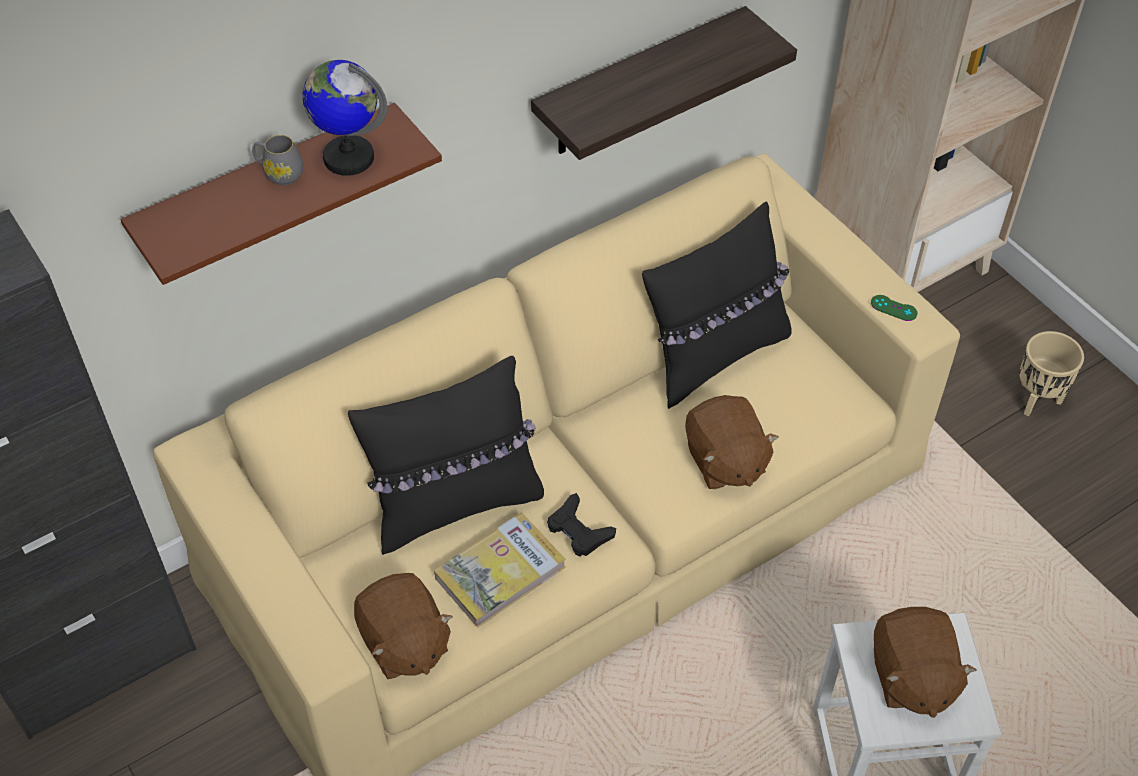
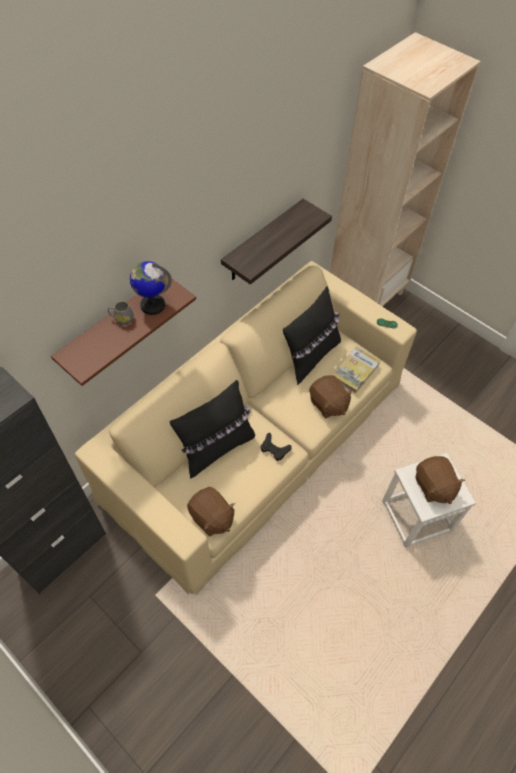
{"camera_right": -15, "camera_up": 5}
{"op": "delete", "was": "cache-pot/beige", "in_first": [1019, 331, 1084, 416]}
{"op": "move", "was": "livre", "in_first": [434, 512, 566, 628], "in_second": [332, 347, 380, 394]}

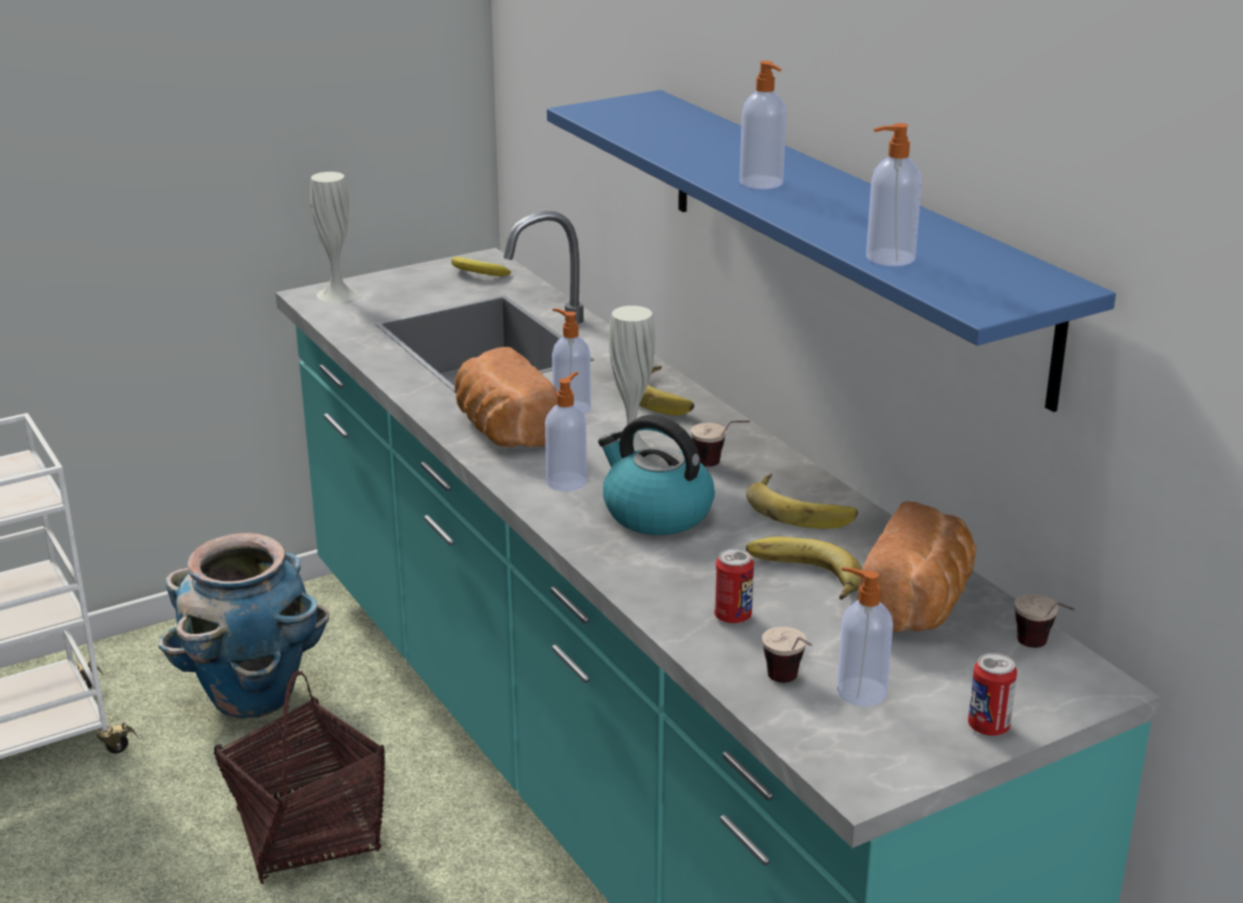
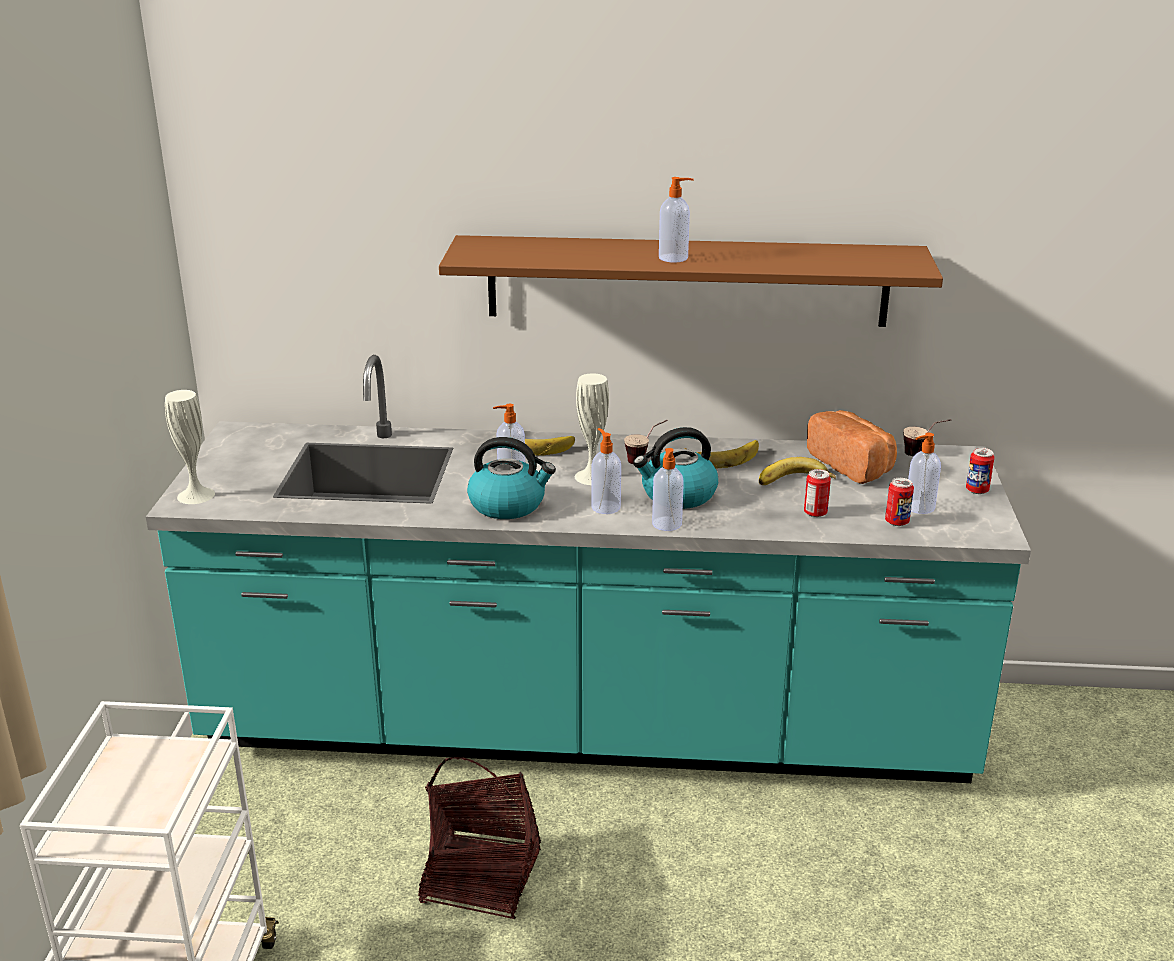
{"camera_right": -55, "camera_up": 0}
{"op": "recolor", "was": "étagère/bleu", "now": "étagère/marron", "in_first": [547, 90, 1116, 412], "in_second": [439, 235, 943, 327]}
{"op": "move", "was": "distributeur de savon", "in_first": [866, 123, 922, 266], "in_second": [652, 448, 684, 531]}
{"op": "delete", "was": "banane", "in_first": [451, 257, 511, 276]}
{"op": "replace", "was": "pain", "now": "bouilloire", "in_first": [455, 347, 557, 447], "in_second": [467, 437, 556, 519]}
{"op": "delete", "was": "cache-pot", "in_first": [158, 533, 329, 718]}
{"op": "replace", "was": "tasse", "now": "boîte métallique", "in_first": [762, 627, 812, 683], "in_second": [885, 478, 914, 526]}

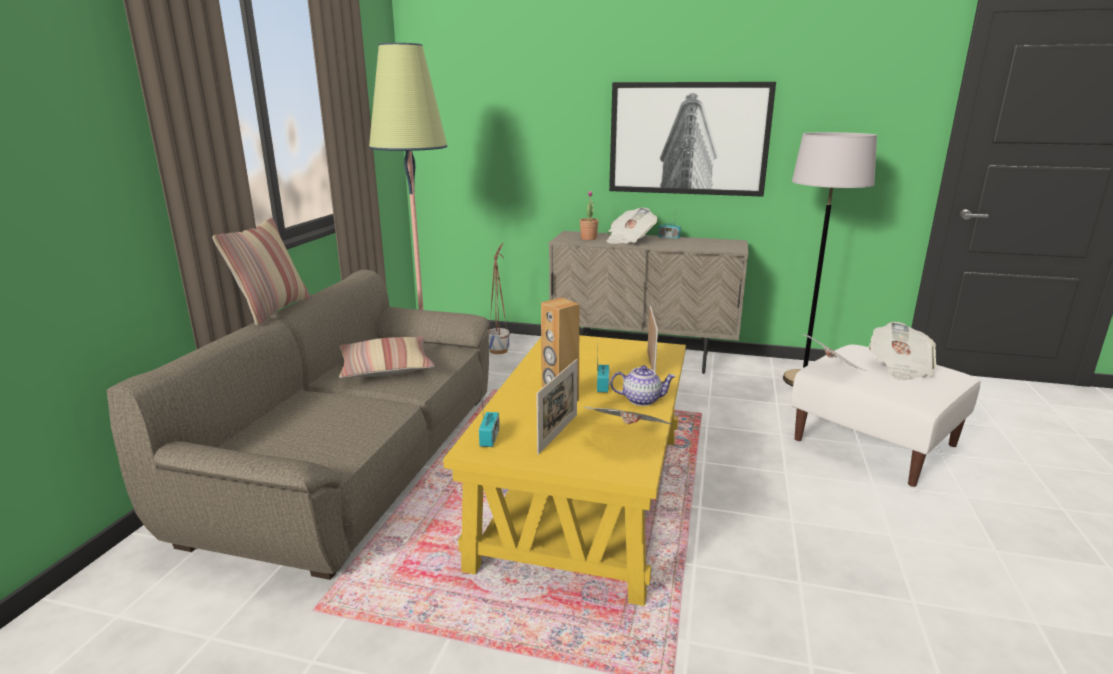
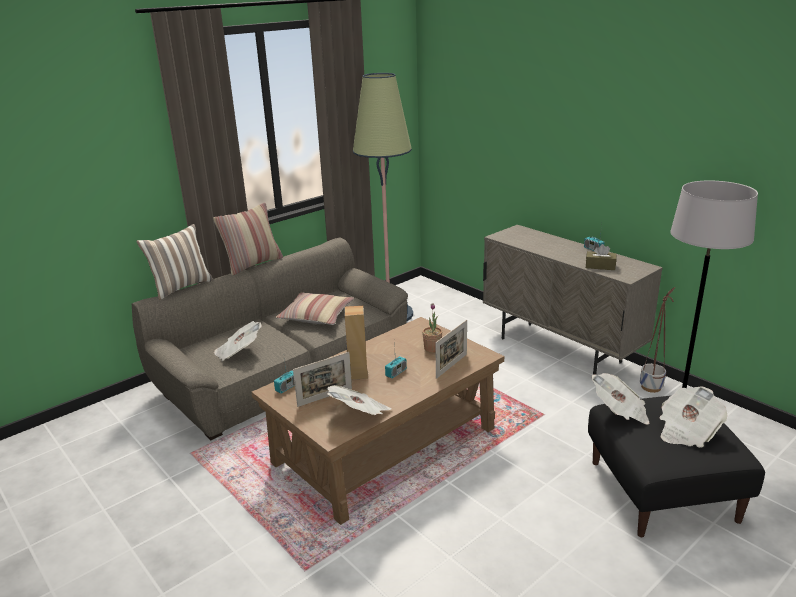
{"camera_right": 35, "camera_up": 5}
{"op": "delete", "was": "tableau", "in_first": [609, 82, 776, 197]}
{"op": "move", "was": "plante en pot", "in_first": [580, 191, 599, 240], "in_second": [422, 303, 442, 353]}
{"op": "move", "was": "journal", "in_first": [607, 208, 657, 244], "in_second": [214, 321, 262, 361]}
{"op": "move", "was": "cache-pot", "in_first": [489, 243, 510, 354], "in_second": [640, 287, 675, 393]}
{"op": "recolor", "was": "table basse/jaune", "now": "table basse/marron", "in_first": [443, 335, 686, 606], "in_second": [251, 317, 504, 525]}
{"op": "recolor", "was": "pouf/blanc", "now": "pouf/noir", "in_first": [791, 344, 981, 487], "in_second": [588, 396, 765, 537]}
{"op": "delete", "was": "théière", "in_first": [610, 365, 676, 406]}
{"op": "insert", "now": "coussin", "in_second": [136, 224, 213, 300]}
{"op": "insert", "now": "boîte à mouchoirs/marron", "in_second": [586, 244, 616, 270]}

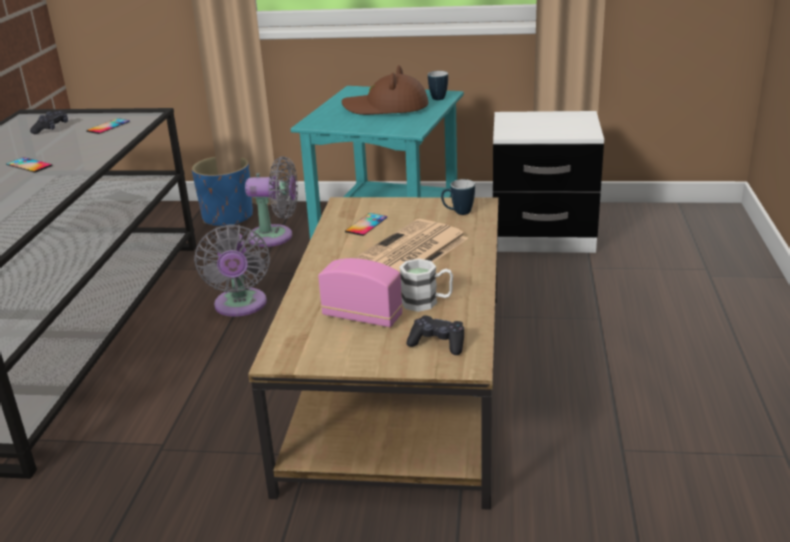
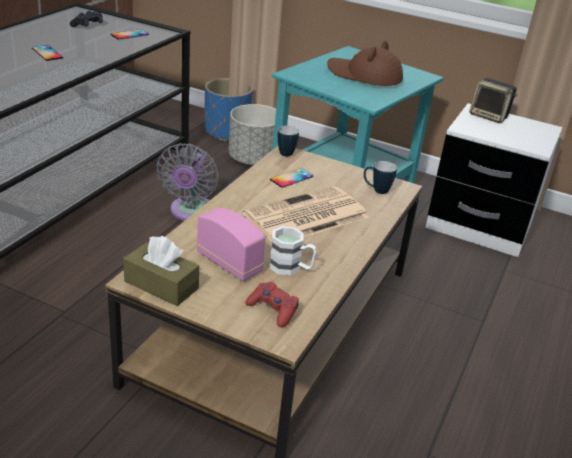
{"camera_right": 15, "camera_up": 5}
{"op": "move", "was": "mug", "in_first": [428, 71, 448, 100], "in_second": [278, 125, 299, 156]}
{"op": "replace", "was": "ventilateur/gris", "now": "cache-pot/gris", "in_first": [245, 156, 298, 247], "in_second": [229, 104, 276, 165]}
{"op": "recolor", "was": "manette/noir", "now": "manette/rouge", "in_first": [406, 316, 464, 355], "in_second": [245, 281, 299, 327]}
{"op": "insert", "now": "enceinte", "in_second": [470, 78, 517, 123]}
{"op": "insert", "now": "boîte à mouchoirs/marron", "in_second": [123, 236, 199, 306]}

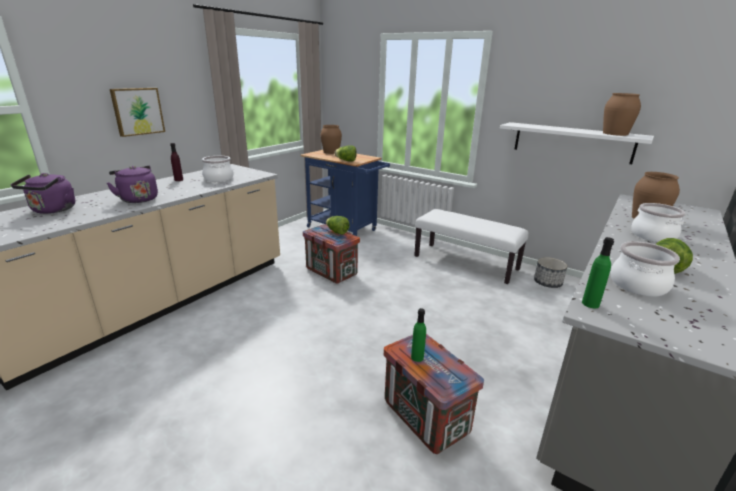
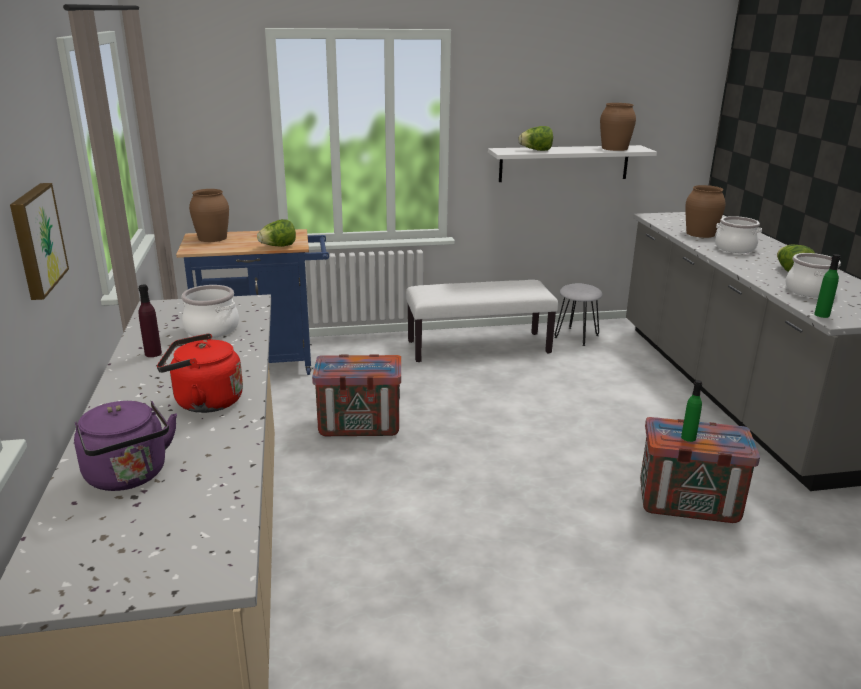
{"camera_right": -45, "camera_up": 0}
{"op": "recolor", "was": "bouilloire/violet", "now": "bouilloire/rouge", "in_first": [107, 166, 158, 203], "in_second": [157, 333, 243, 413]}
{"op": "move", "was": "laitue", "in_first": [326, 216, 350, 235], "in_second": [519, 126, 553, 151]}
{"op": "replace", "was": "cache-pot", "now": "tabouret/blanc", "in_first": [534, 257, 567, 288], "in_second": [554, 284, 603, 346]}

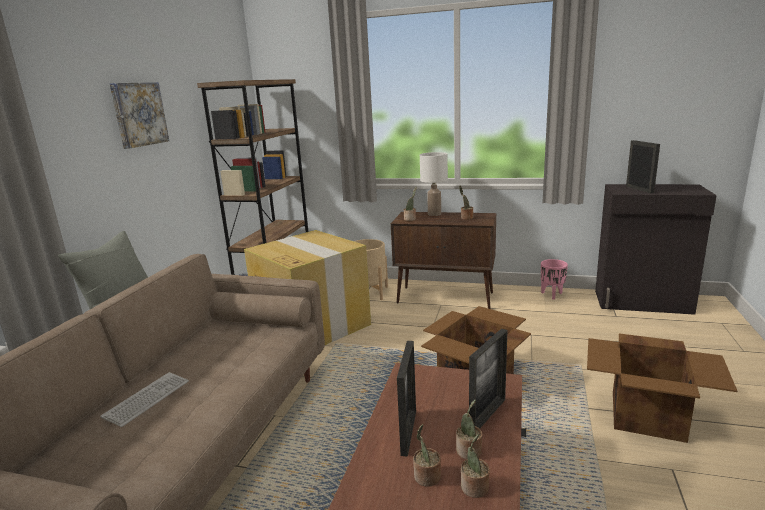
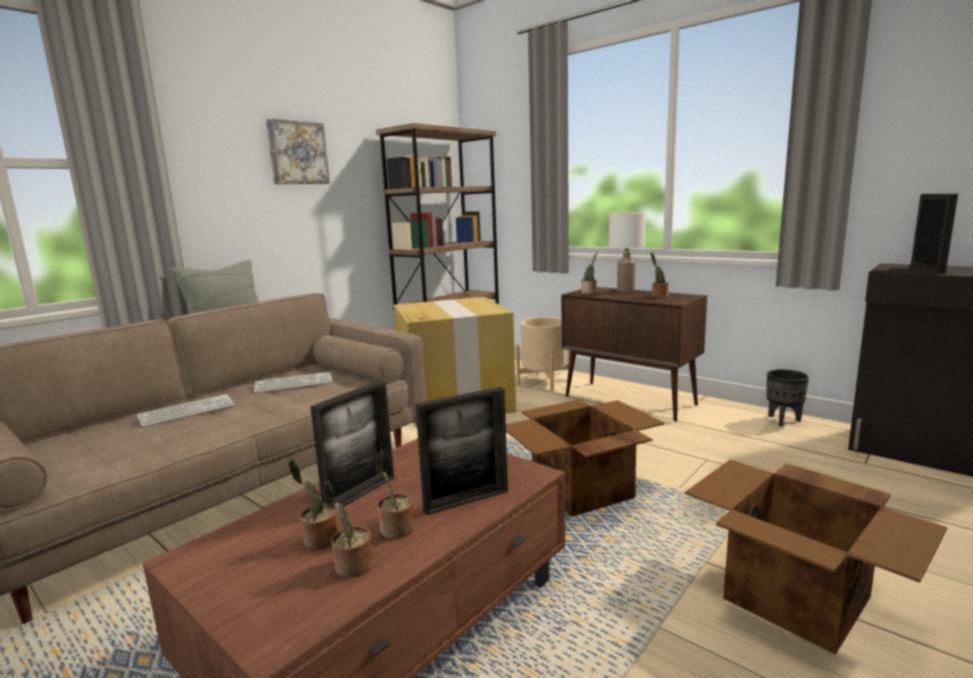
{"camera_right": 25, "camera_up": -5}
{"op": "recolor", "was": "cache-pot/rose", "now": "cache-pot/noir", "in_first": [541, 259, 568, 300], "in_second": [766, 369, 809, 427]}
{"op": "insert", "now": "clavier", "in_second": [254, 372, 333, 393]}

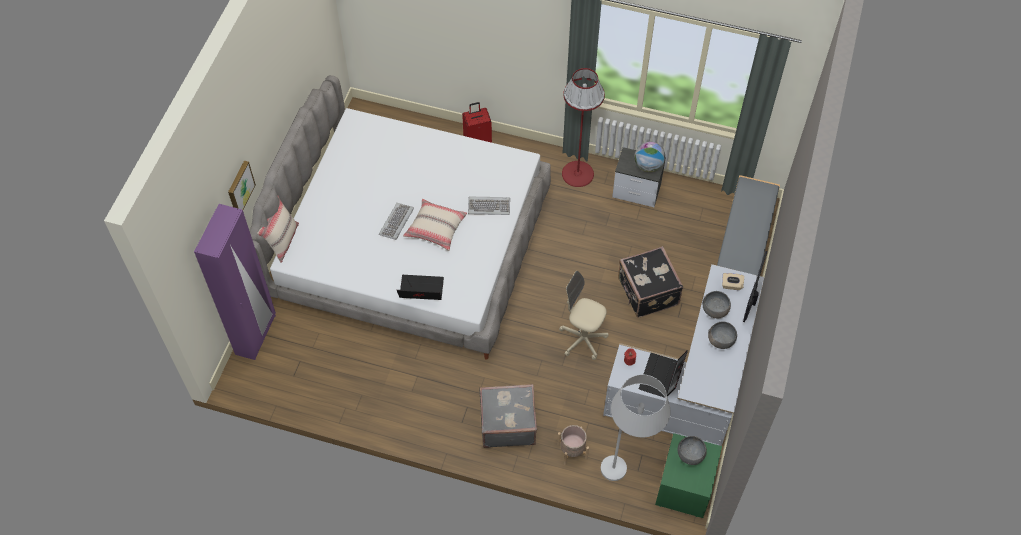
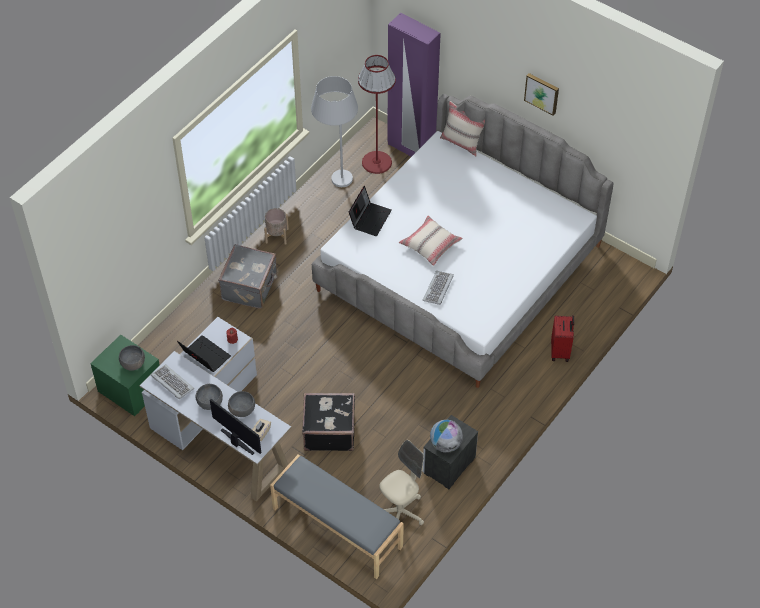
{"camera_right": 110, "camera_up": -5}
{"op": "move", "was": "lampadaire/rouge", "in_first": [562, 68, 605, 187], "in_second": [358, 55, 396, 174]}
{"op": "move", "was": "tableau", "in_first": [228, 161, 256, 210], "in_second": [524, 73, 559, 116]}
{"op": "move", "was": "clavier", "in_first": [379, 203, 414, 240], "in_second": [151, 364, 194, 399]}
{"op": "move", "was": "chaise de bureau/beige", "in_first": [559, 271, 609, 360], "in_second": [379, 440, 424, 525]}
{"op": "move", "was": "lampadaire/blanc", "in_first": [601, 374, 671, 481], "in_second": [311, 76, 358, 187]}
{"op": "move", "was": "cache-pot/beige", "in_first": [557, 425, 589, 465], "in_second": [264, 208, 289, 245]}

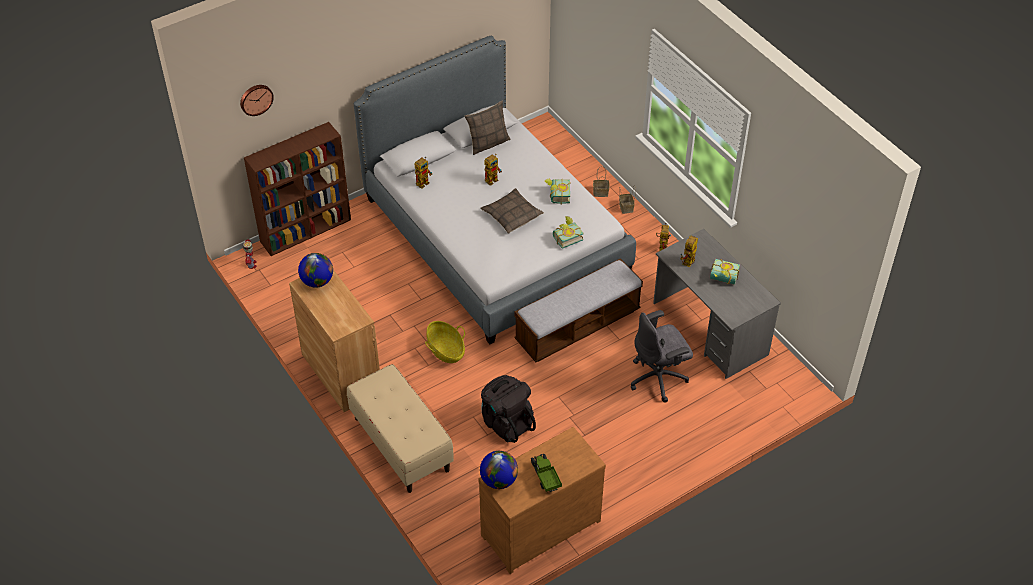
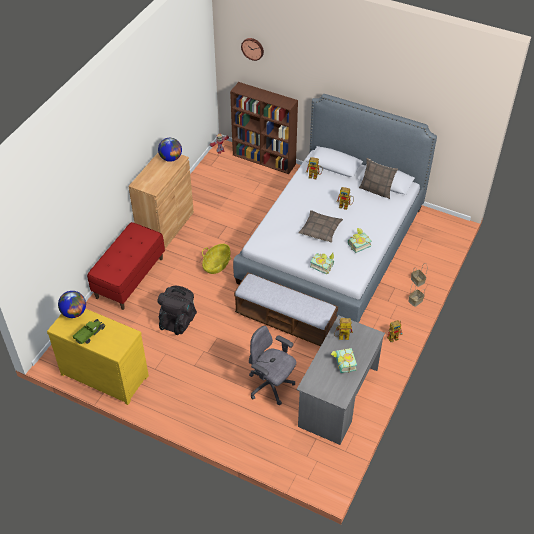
{"camera_right": 60, "camera_up": 0}
{"op": "recolor", "was": "banc/beige", "now": "banc/rouge", "in_first": [347, 364, 454, 493], "in_second": [87, 222, 165, 310]}
{"op": "recolor", "was": "commode/marron", "now": "commode/jaune", "in_first": [478, 427, 606, 574], "in_second": [47, 309, 149, 405]}

